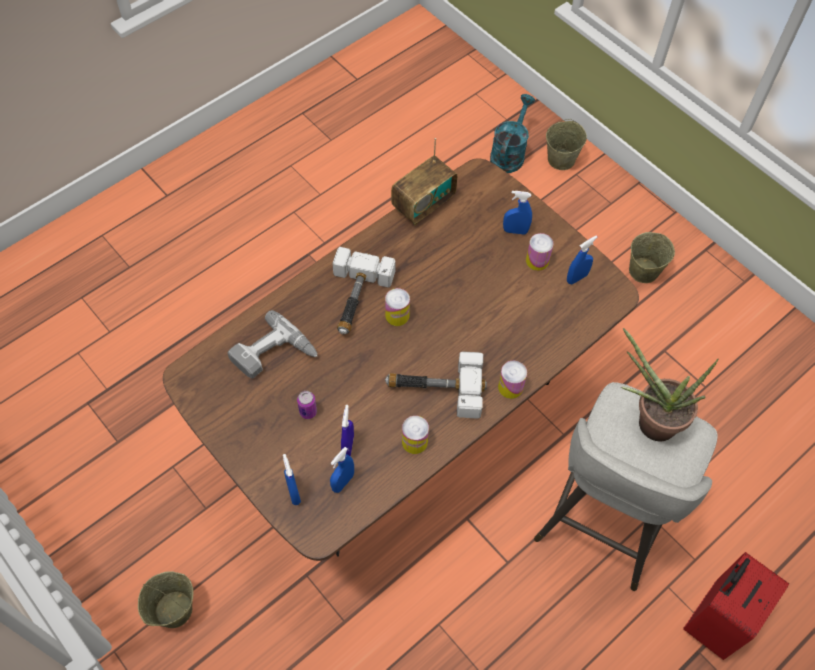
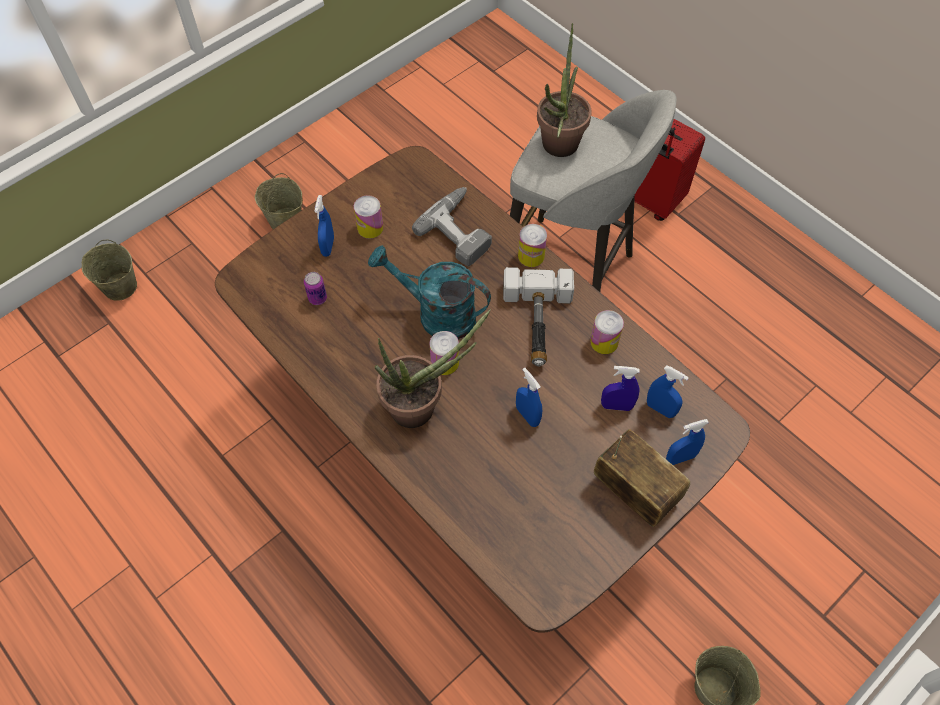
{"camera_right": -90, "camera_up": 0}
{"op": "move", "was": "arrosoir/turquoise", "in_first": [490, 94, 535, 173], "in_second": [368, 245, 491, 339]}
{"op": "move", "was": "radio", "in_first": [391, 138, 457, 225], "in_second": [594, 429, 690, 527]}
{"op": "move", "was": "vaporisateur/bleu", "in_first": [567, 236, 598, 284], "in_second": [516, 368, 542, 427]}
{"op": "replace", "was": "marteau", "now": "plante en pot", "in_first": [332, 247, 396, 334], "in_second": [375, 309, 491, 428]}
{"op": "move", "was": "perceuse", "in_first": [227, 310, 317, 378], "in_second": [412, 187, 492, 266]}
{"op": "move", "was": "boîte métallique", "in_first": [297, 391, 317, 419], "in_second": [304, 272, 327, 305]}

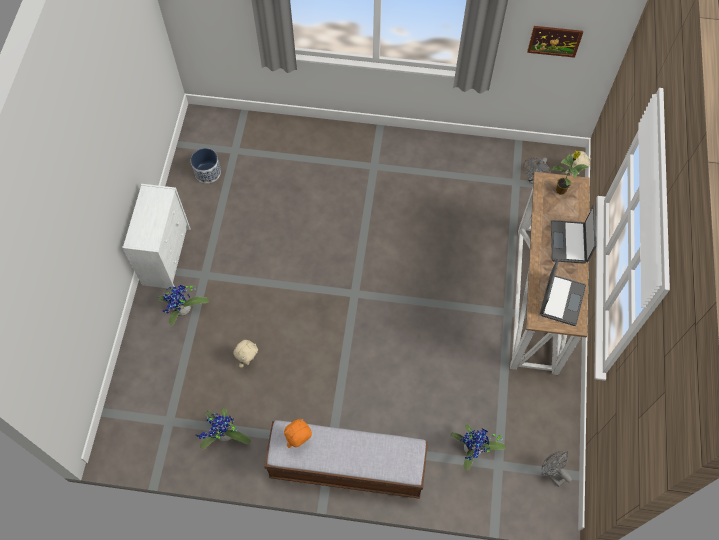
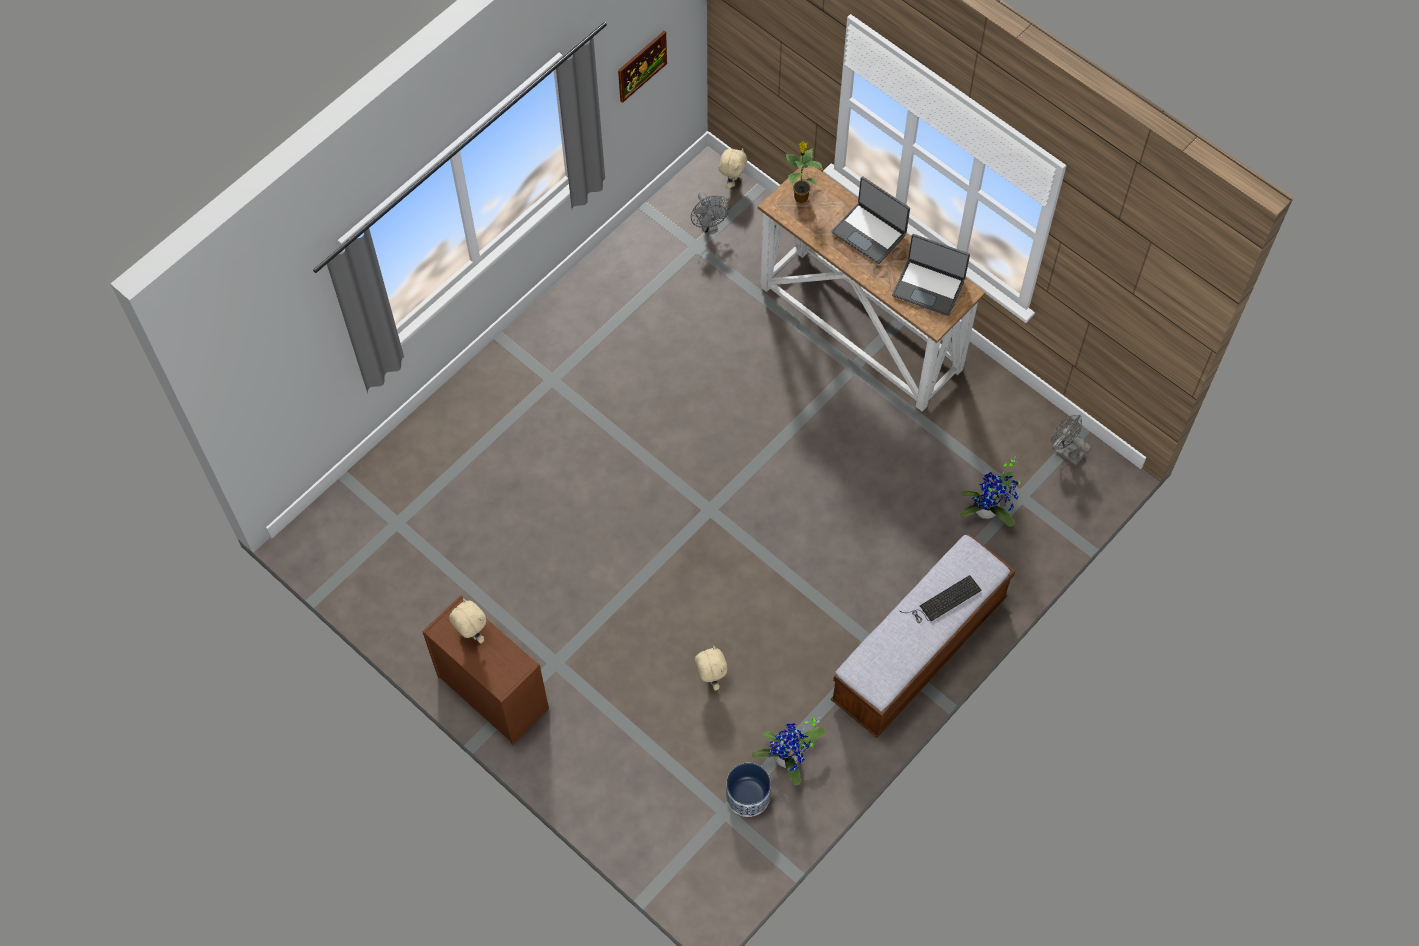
{"camera_right": -55, "camera_up": 0}
{"op": "move", "was": "cache-pot", "in_first": [191, 148, 221, 183], "in_second": [726, 763, 771, 817]}
{"op": "recolor", "was": "commode/blanc", "now": "commode/marron", "in_first": [122, 184, 191, 289], "in_second": [422, 595, 549, 745]}
{"op": "rotate", "was": "ordinateur portable", "in_first": [540, 258, 586, 326], "in_second": [892, 234, 970, 316], "clockwise": 150}
{"op": "delete", "was": "plante en pot", "in_first": [157, 285, 209, 325]}
{"op": "delete", "was": "peluche/orange", "in_first": [284, 419, 312, 448]}
{"op": "rotate", "was": "ventilateur/gris", "in_first": [541, 451, 572, 487], "in_second": [1051, 415, 1091, 465], "clockwise": 45}
{"op": "insert", "now": "clavier", "in_second": [899, 575, 982, 623]}
{"op": "insert", "now": "peluche/beige", "in_second": [449, 599, 487, 643]}

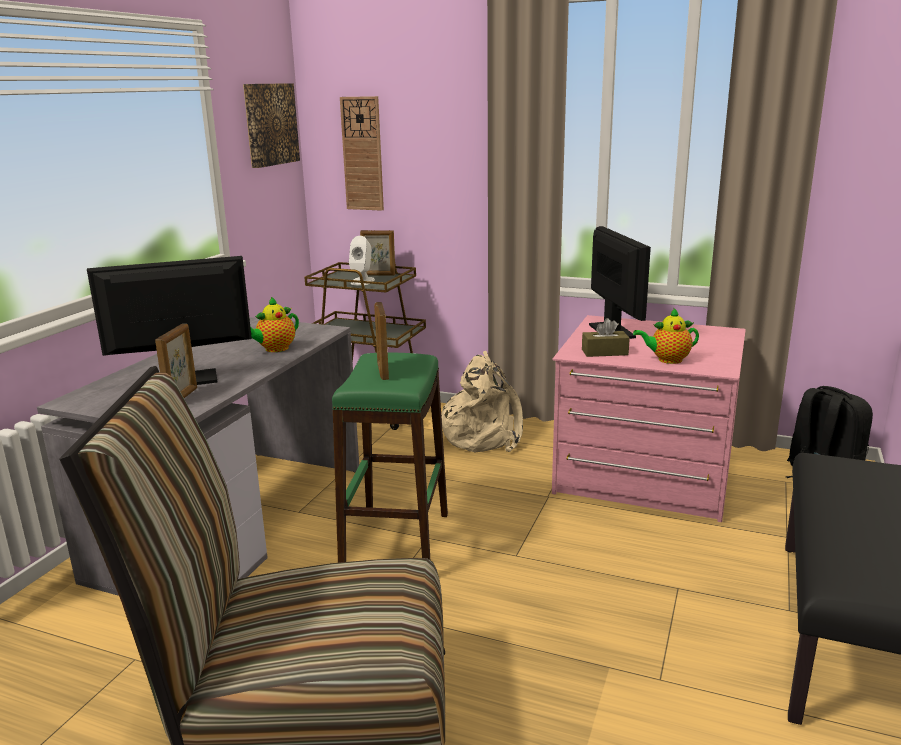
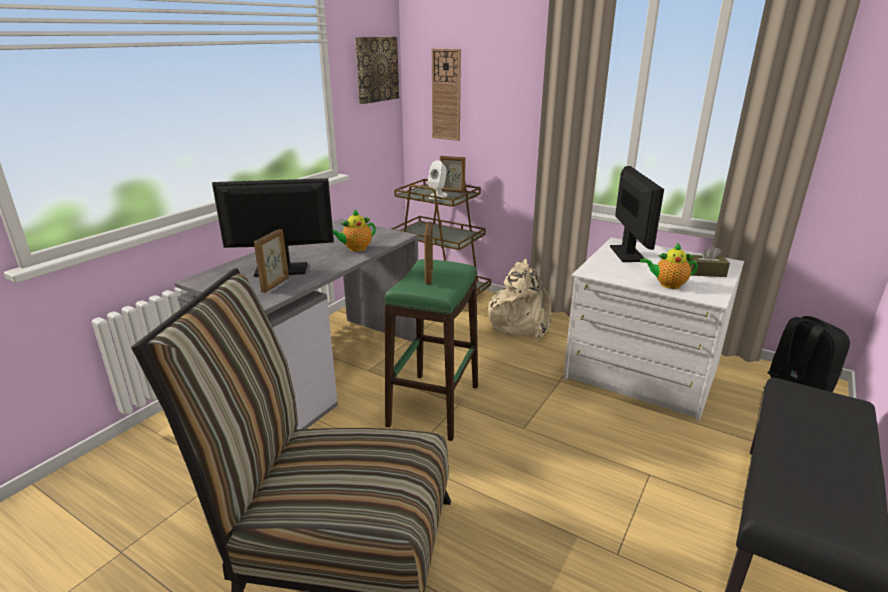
{"camera_right": 10, "camera_up": 5}
{"op": "recolor", "was": "commode/rose", "now": "commode/blanc", "in_first": [552, 315, 746, 522], "in_second": [563, 237, 744, 421]}
{"op": "move", "was": "boîte à mouchoirs/marron", "in_first": [582, 318, 630, 357], "in_second": [687, 245, 730, 277]}

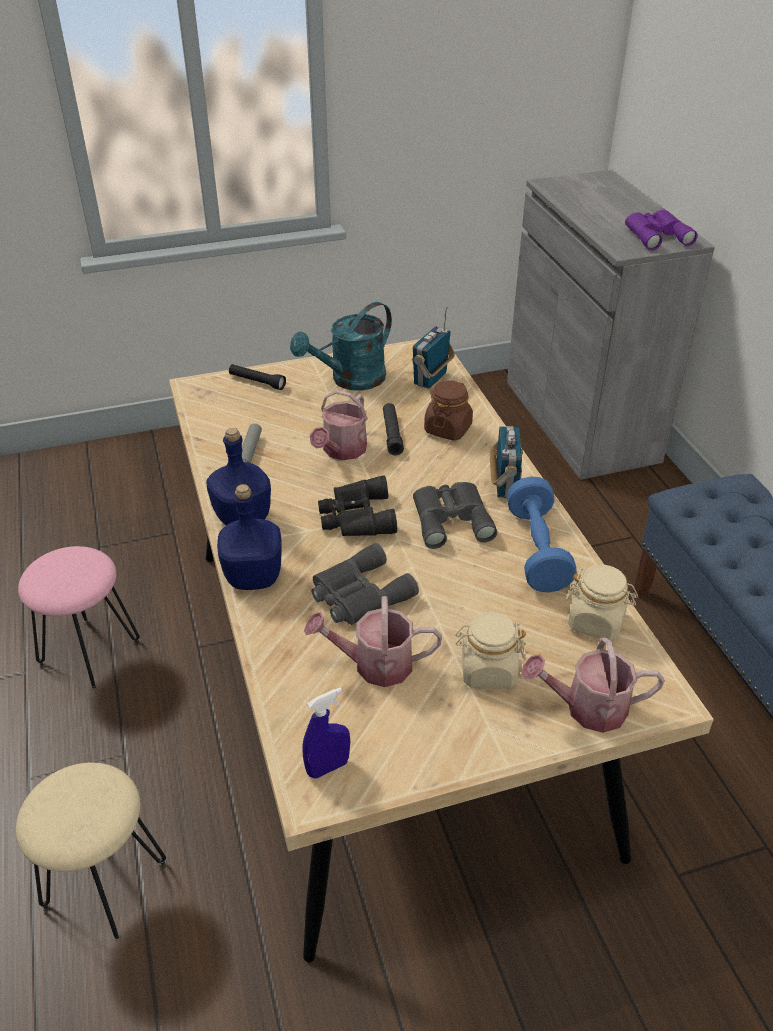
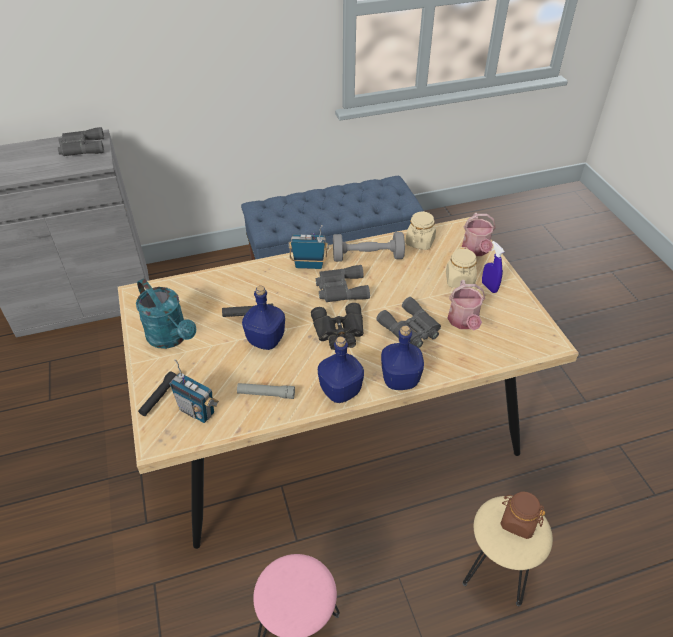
{"camera_right": -90, "camera_up": 5}
{"op": "recolor", "was": "jumelles/violet", "now": "jumelles/gris", "in_first": [625, 210, 698, 250], "in_second": [58, 127, 104, 156]}
{"op": "move", "was": "radio", "in_first": [412, 307, 455, 389], "in_second": [169, 359, 219, 423]}
{"op": "move", "was": "bocal/marron", "in_first": [424, 381, 473, 440], "in_second": [500, 491, 545, 539]}
{"op": "replace", "was": "arrosoir", "now": "bouteille/bleu", "in_first": [310, 390, 368, 460], "in_second": [242, 286, 285, 350]}
{"op": "recolor", "was": "haltère/bleu", "now": "haltère/gris", "in_first": [506, 476, 577, 592], "in_second": [333, 232, 405, 262]}
{"op": "move", "was": "vaporisateur/bleu", "in_first": [302, 687, 350, 779], "in_second": [482, 241, 504, 293]}

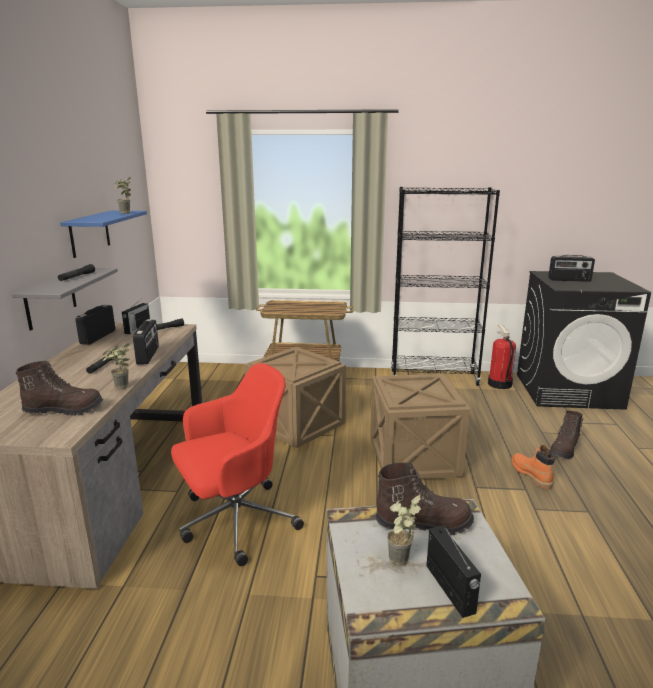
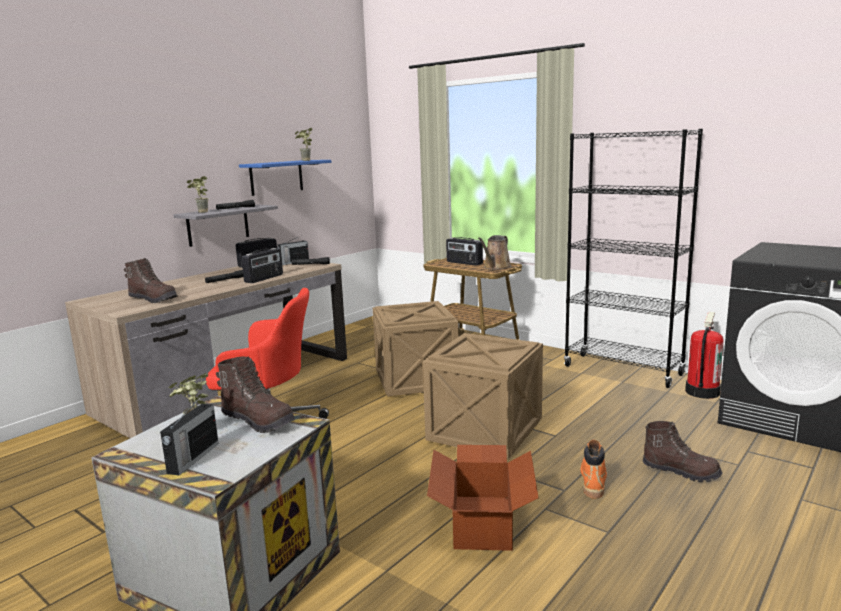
{"camera_right": 35, "camera_up": -5}
{"op": "move", "was": "radio", "in_first": [548, 255, 595, 282], "in_second": [446, 237, 483, 266]}
{"op": "move", "was": "plante en pot", "in_first": [103, 343, 130, 390], "in_second": [187, 176, 208, 213]}
{"op": "rotate", "was": "botte/marron", "in_first": [550, 411, 584, 459], "in_second": [643, 421, 722, 482], "clockwise": -135}
{"op": "insert", "now": "arrosoir/marron", "in_second": [478, 235, 512, 270]}
{"op": "insert", "now": "carton", "in_second": [427, 445, 539, 551]}

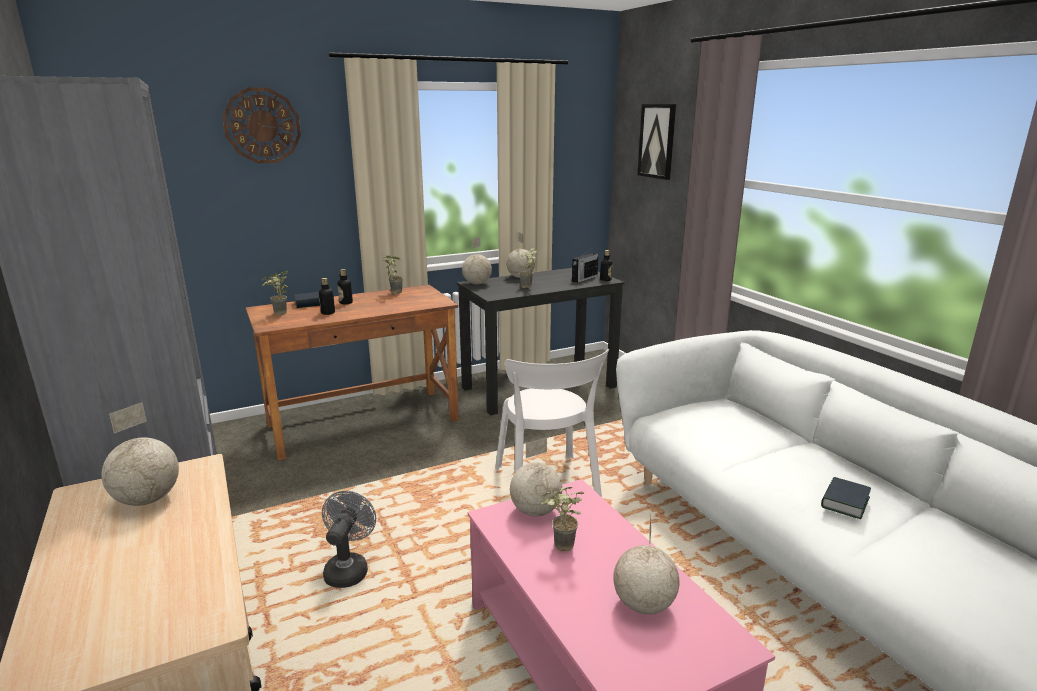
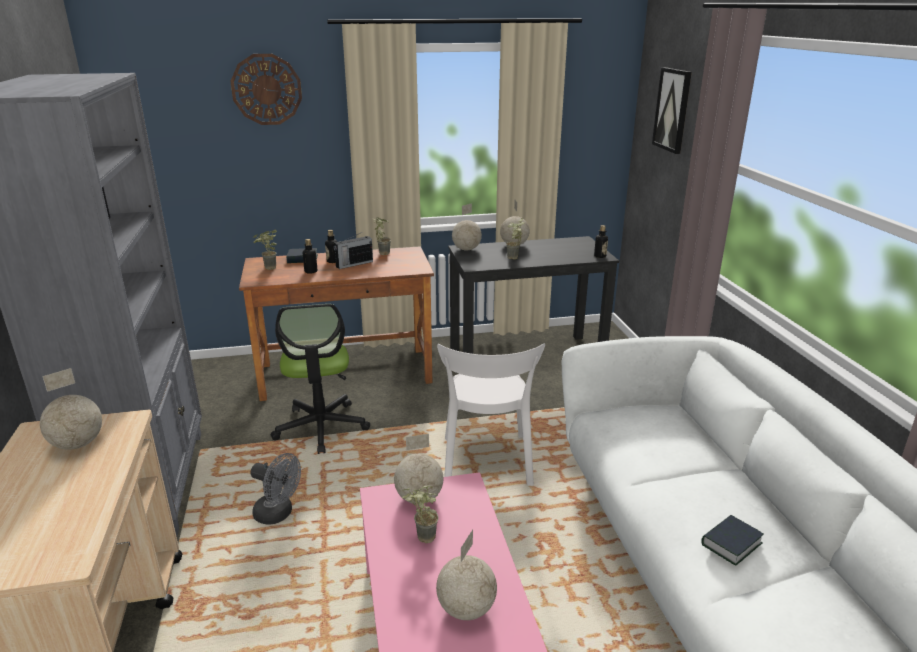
{"camera_right": 15, "camera_up": 5}
{"op": "move", "was": "radio", "in_first": [572, 249, 599, 283], "in_second": [333, 232, 373, 269]}
{"op": "rotate", "was": "ventilateur/gris", "in_first": [322, 491, 376, 588], "in_second": [251, 453, 301, 524], "clockwise": 90}
{"op": "insert", "now": "chaise de bureau", "in_second": [271, 304, 370, 454]}

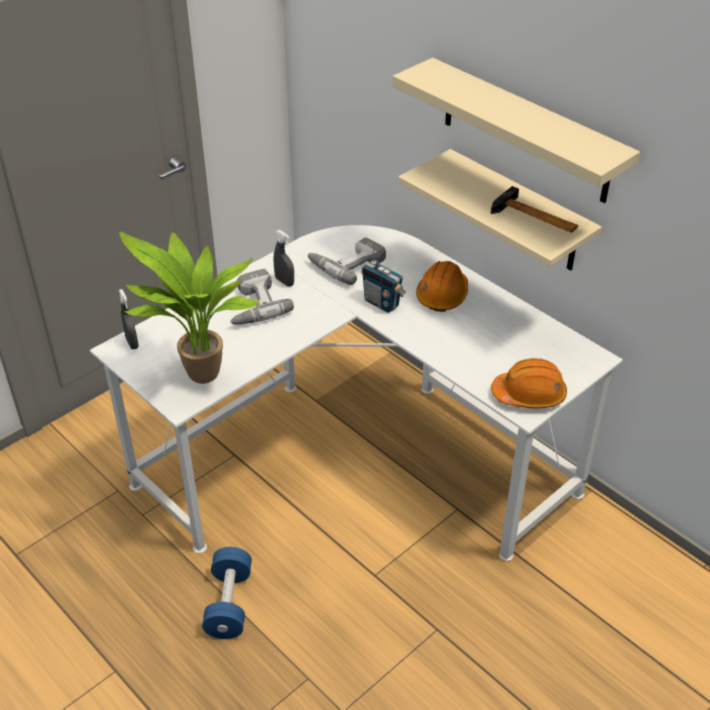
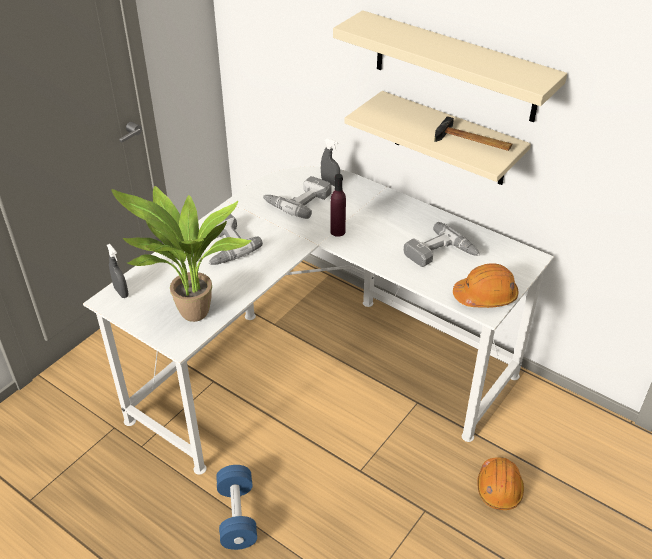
{"camera_right": -10, "camera_up": 0}
{"op": "move", "was": "vaporisateur/gris", "in_first": [274, 230, 294, 287], "in_second": [321, 138, 340, 186]}
{"op": "replace", "was": "radio", "now": "bouteille/violet", "in_first": [362, 244, 406, 313], "in_second": [330, 174, 346, 237]}
{"op": "move", "was": "casque de chantier/orange", "in_first": [416, 261, 468, 312], "in_second": [477, 457, 524, 510]}
{"op": "insert", "now": "perceuse", "in_second": [404, 222, 480, 267]}

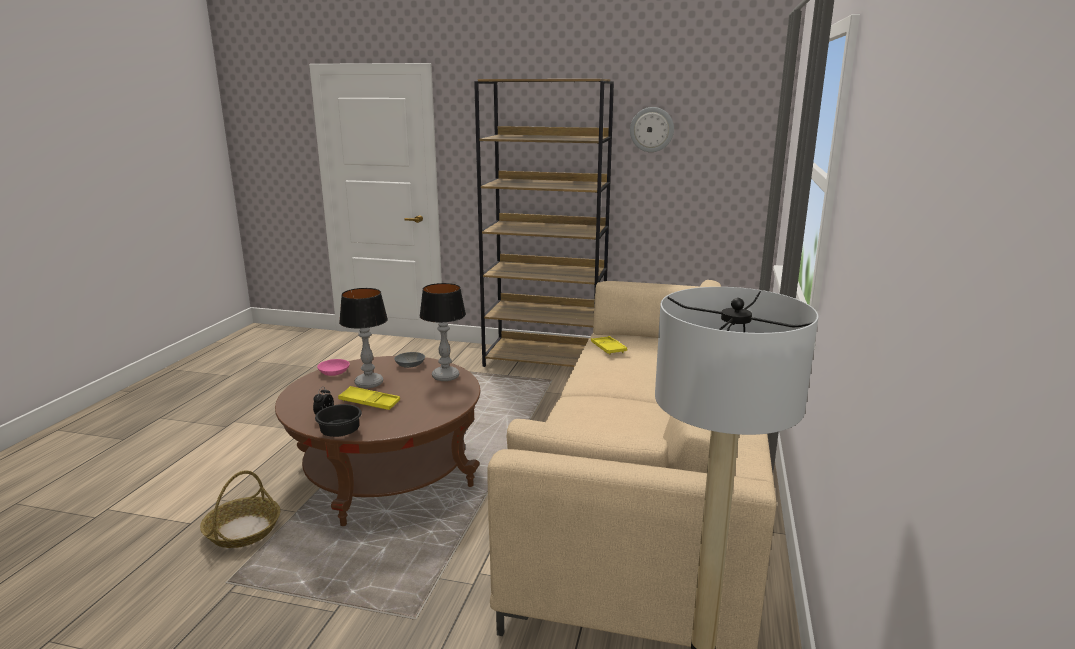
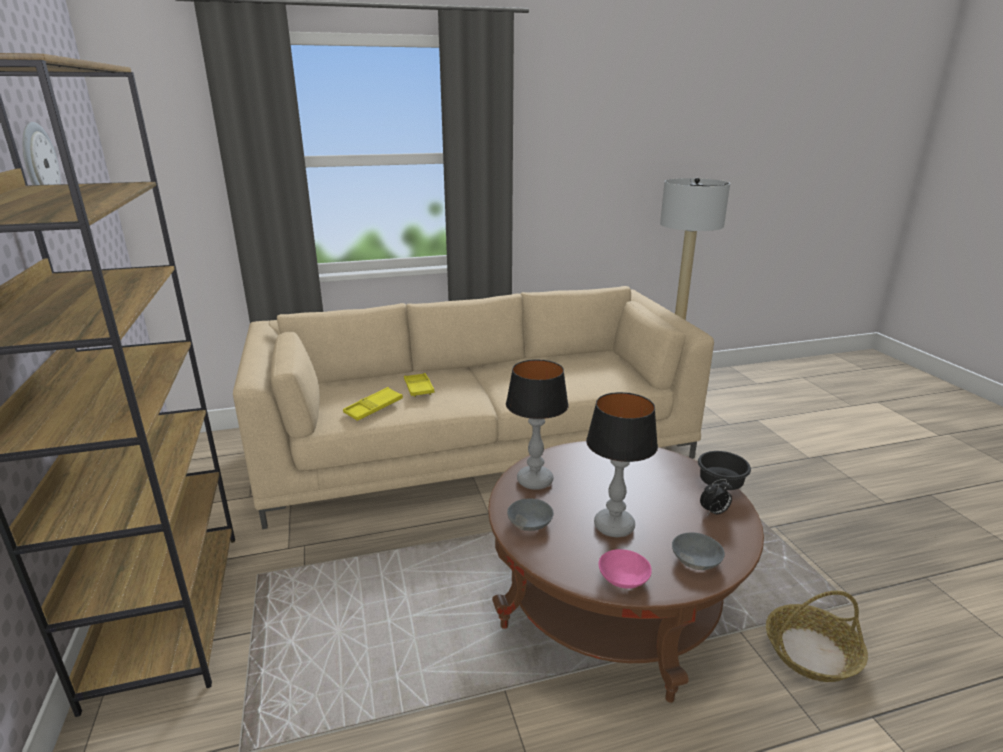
{"camera_right": -120, "camera_up": 5}
{"op": "move", "was": "plateau/jaune", "in_first": [338, 386, 400, 410], "in_second": [404, 373, 434, 397]}
{"op": "insert", "now": "bol/gris", "in_second": [672, 532, 725, 570]}

